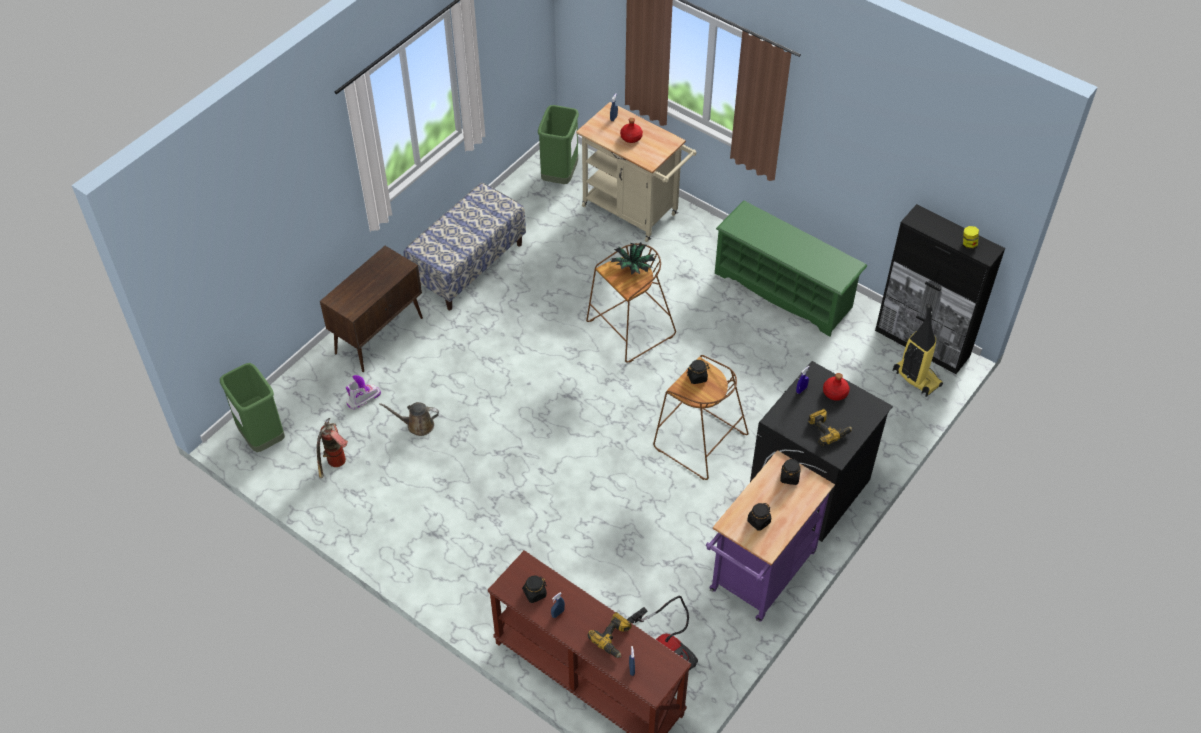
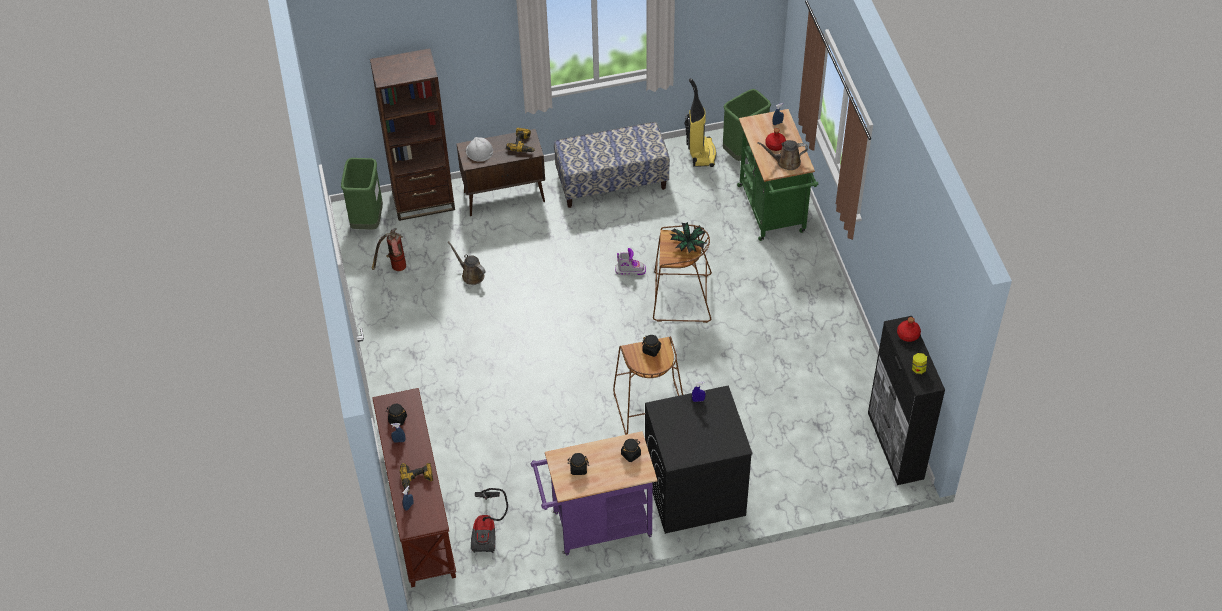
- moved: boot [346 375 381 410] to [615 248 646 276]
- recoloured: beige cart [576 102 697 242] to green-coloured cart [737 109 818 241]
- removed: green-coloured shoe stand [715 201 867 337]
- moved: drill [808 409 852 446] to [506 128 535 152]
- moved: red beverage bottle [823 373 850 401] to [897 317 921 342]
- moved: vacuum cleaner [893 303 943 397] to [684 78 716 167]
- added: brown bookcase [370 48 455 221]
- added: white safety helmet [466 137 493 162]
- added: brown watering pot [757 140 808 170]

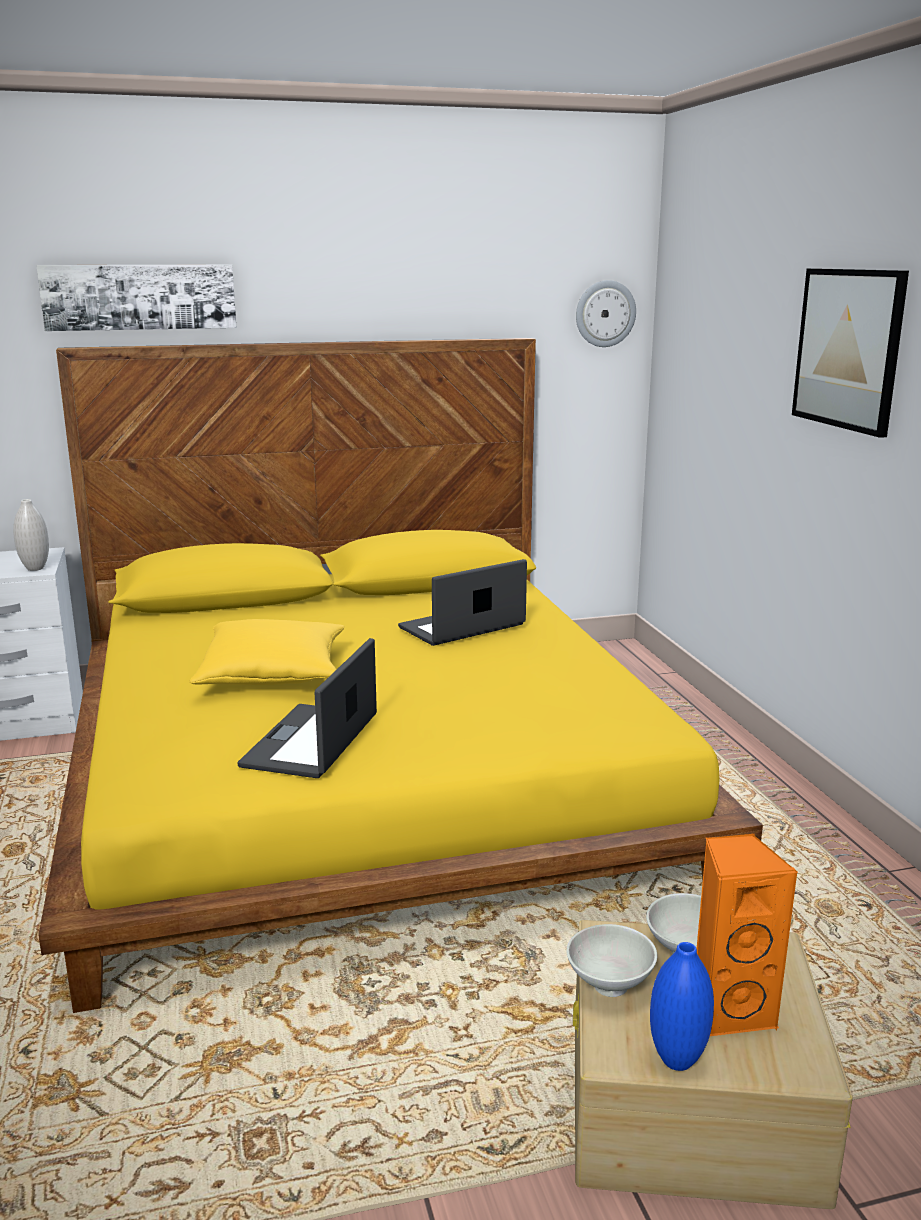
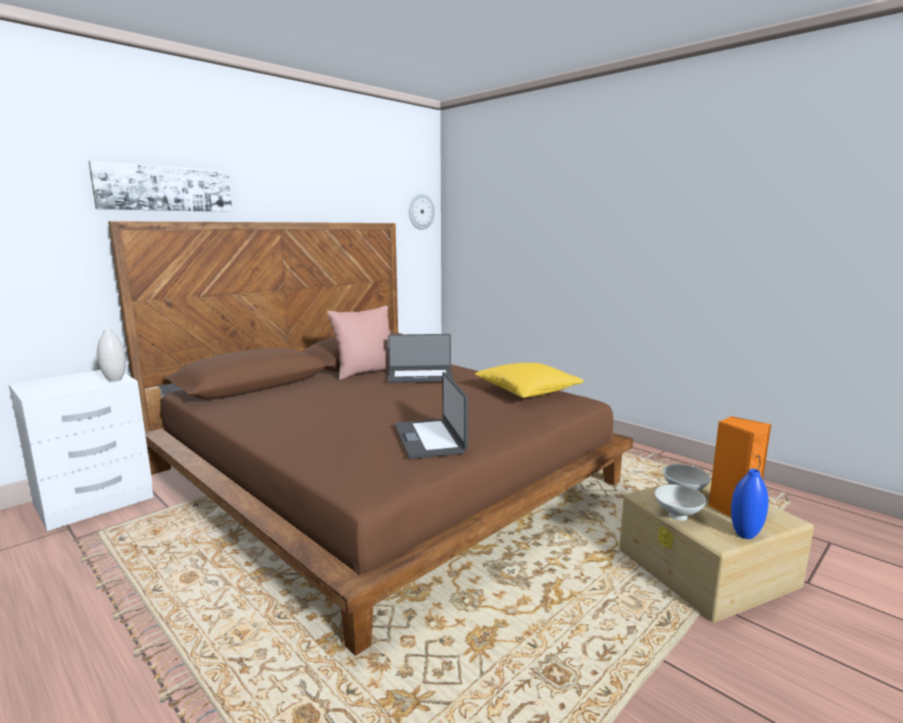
- recoloured: yellow-coloured bedroom bed [38 338 763 1013] to brown bedroom bed [108 221 633 656]
- moved: yellow-coloured cushion [189 619 345 685] to [475 363 584 398]
- turned: laptop [398 559 527 646] = [388 334 454 383] 120 degrees counterclockwise
- removed: picture [792 268 909 438]
- added: pinkish cushion [327 306 390 380]

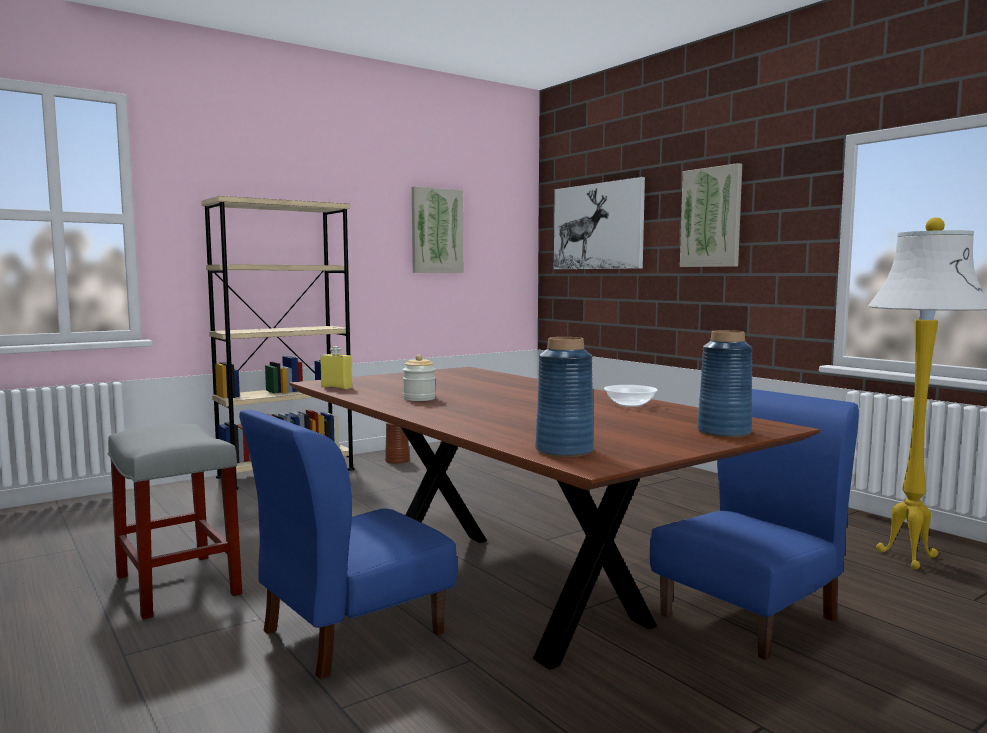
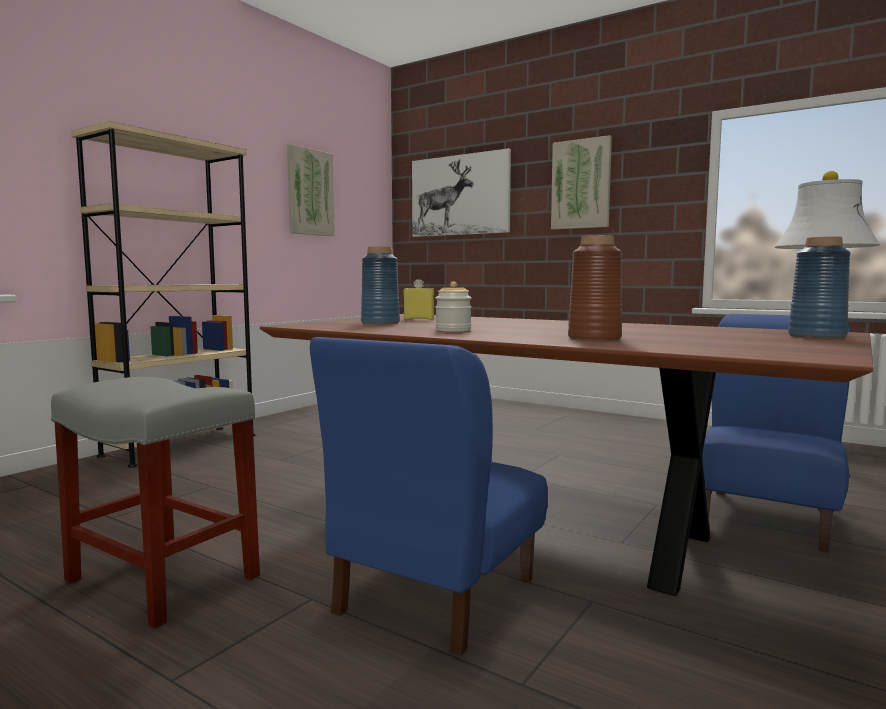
- moved: yellow-coloured beverage bottle [320 346 352 389] to [404 280 434 320]
- moved: brown flower vase [385 422 410 464] to [568 235 622 341]
- moved: blue flower vase [535 337 594 457] to [361 246 400 325]
- removed: bowl [604 385 658 407]

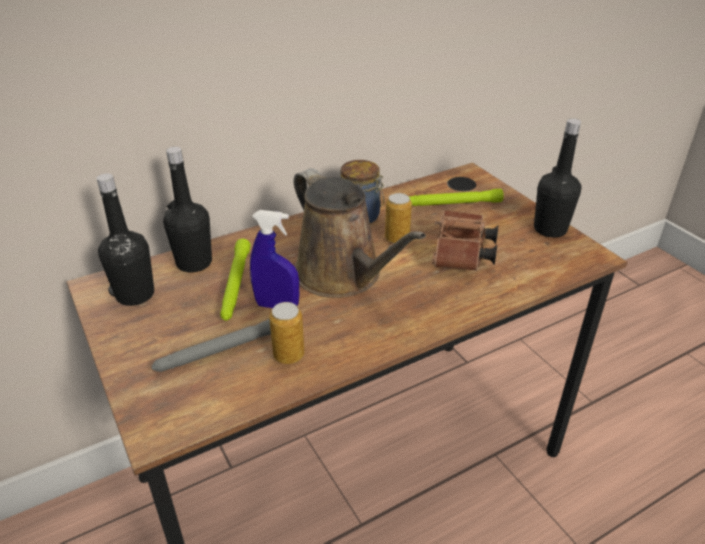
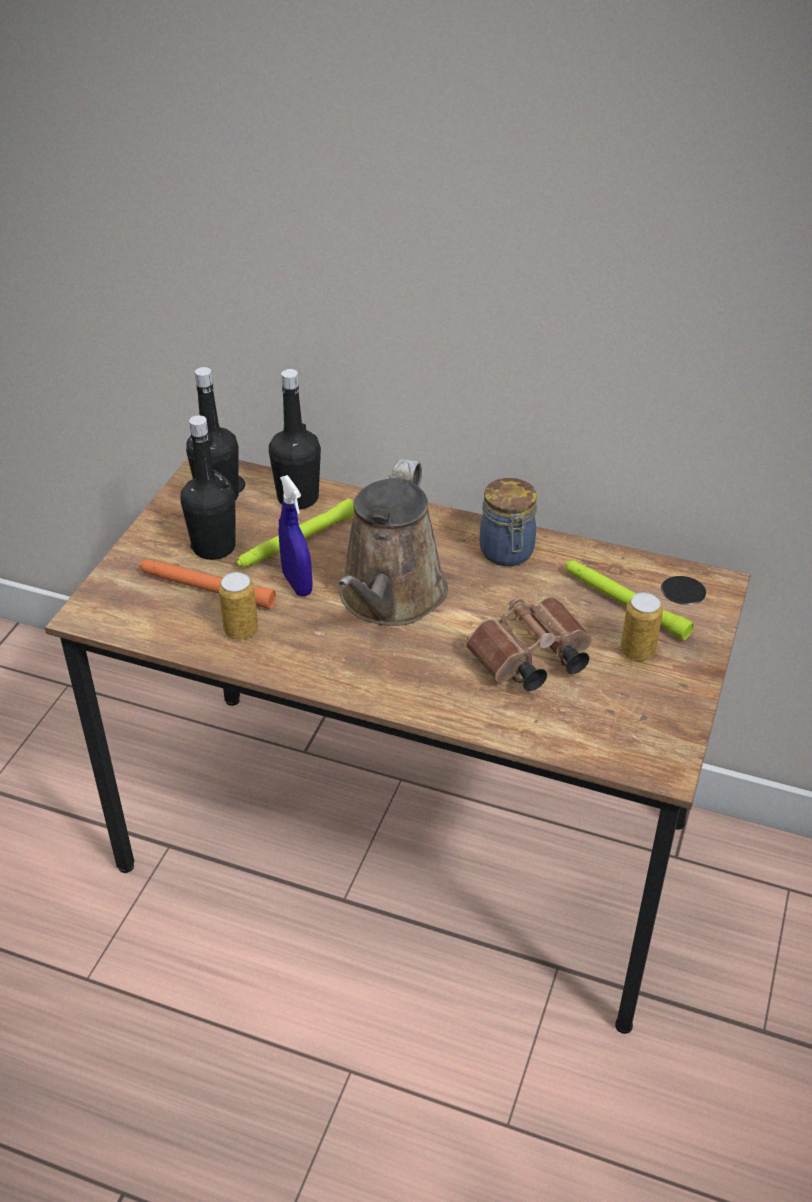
- recoloured: greyish torch [151 319 271 372] to orangey torch [139 560 276 609]
- moved: can [385 193 412 244] to [621 592 663 661]
- moved: blackish beverage bottle [534 118 581 238] to [181 415 236 560]

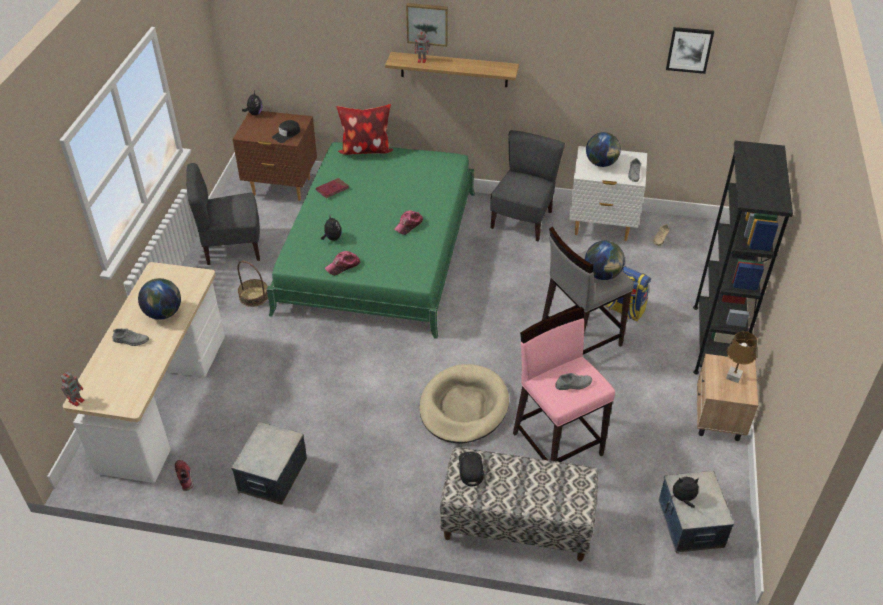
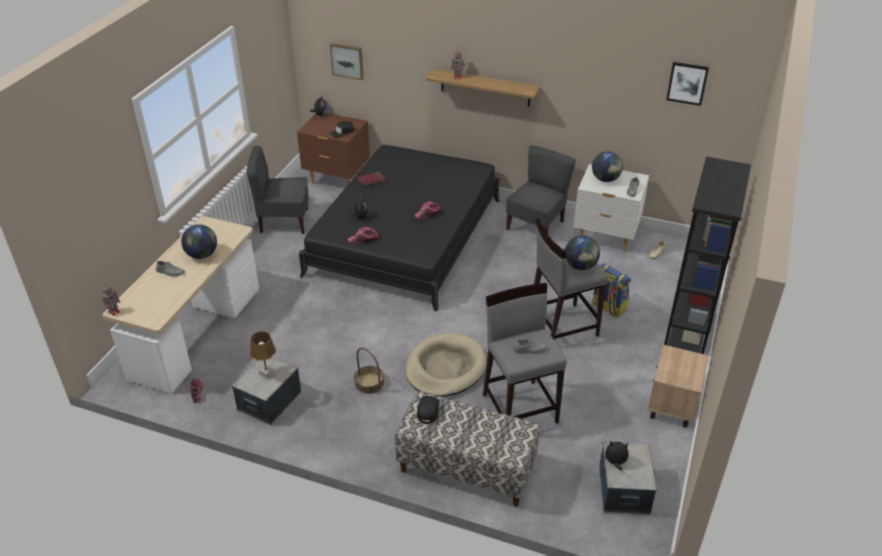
- moved: basket [237 261 268 307] to [354 348 384 394]
- recoloured: green-coloured bedroom bed [267 142 475 339] to blackish bedroom bed [299 145 500 311]
- removed: cushion [336 104 393 155]
- moved: picture [406 3 448 47] to [330 43 364 80]
- recoloured: pinkish stool seat [513 307 615 462] to greyish stool seat [483 283 567 424]
- moved: brown table lamp [726 331 757 383] to [250 331 276 379]

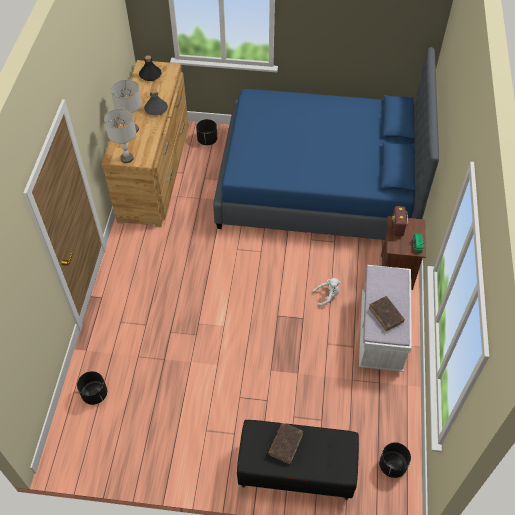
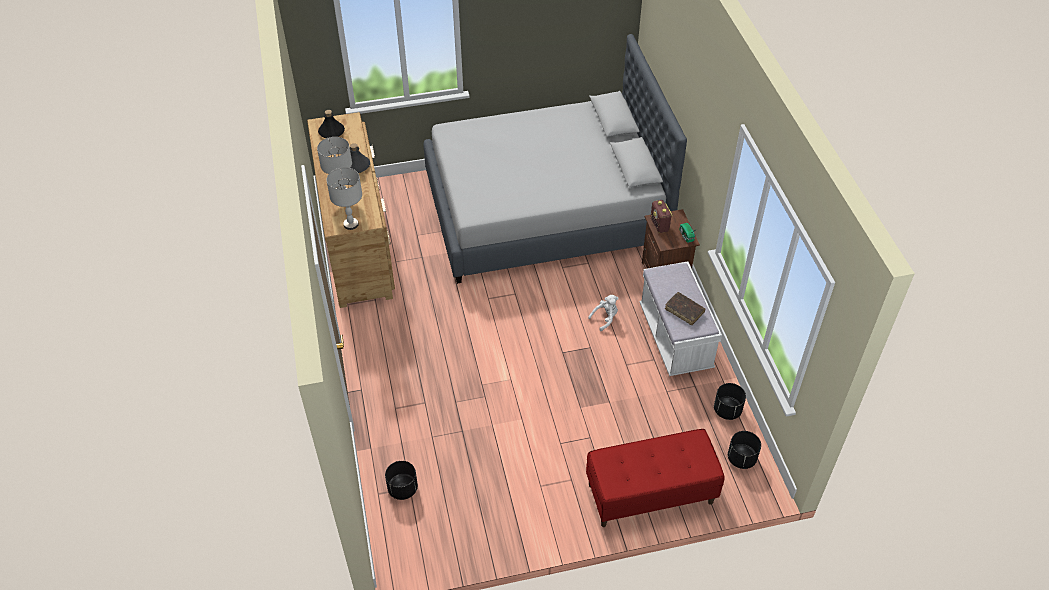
- moved: blackish plant pot [196 119 217 145] to [714 383 746 420]
- recoloured: blue bedroom bed [213 47 439 240] to greyish bedroom bed [423 34 687 284]
- recoloured: blackish indoor bench [237 420 359 500] to red indoor bench [586 429 725 527]
- removed: brown volume [268 423 303 464]

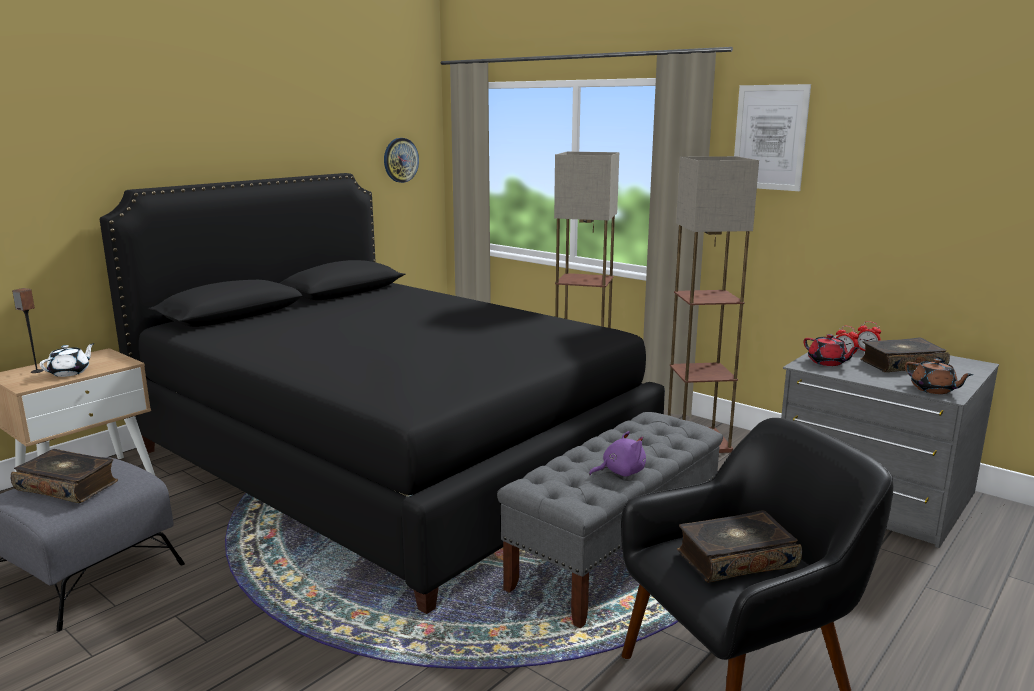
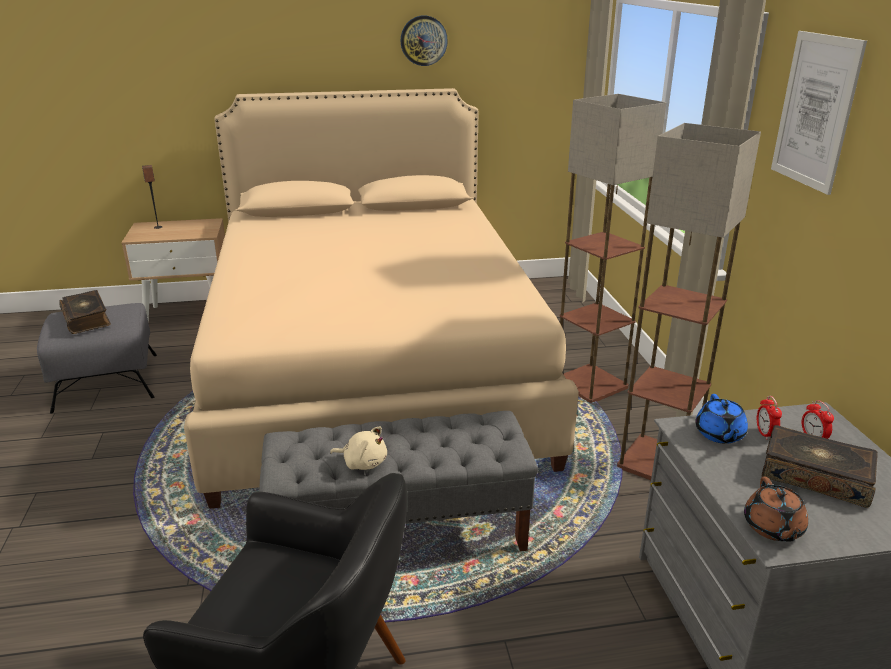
- removed: white tea pot [40 343 95 377]
- recoloured: blackish bedroom bed [100 173 665 614] to beige bedroom bed [184 88 579 509]
- moved: wall clock [384 138 419 183] to [400 15 448 66]
- recoloured: purple plush toy [589 431 646 477] to beige plush toy [330 427 387 470]
- removed: volume [677 510 802 583]
- recoloured: red tea pot [804 334 859 366] to blue tea pot [695 394 748 444]

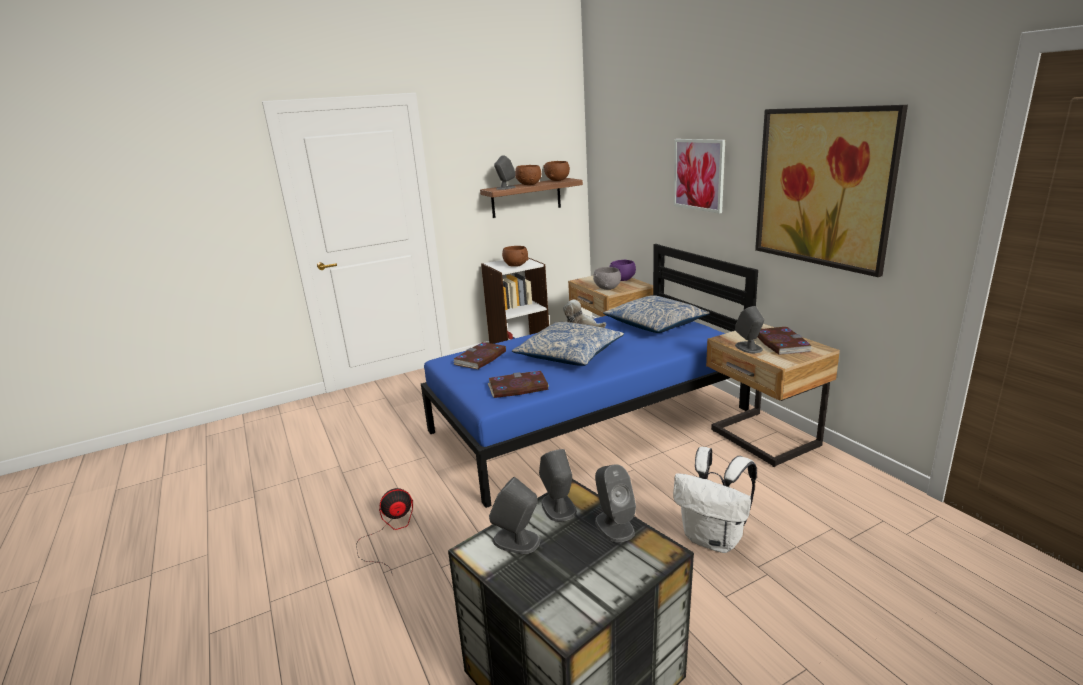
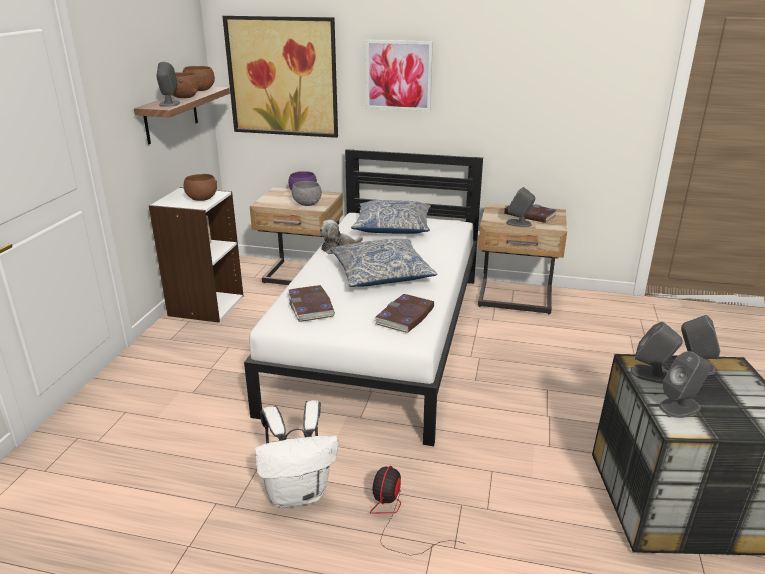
- recoloured: blue bedroom bed [421 244 758 508] to white bedroom bed [244 149 483 446]
- moved: white backpack [673 447 757 553] to [255 400 338 508]
- moved: picture [755 105 908 277] to [222 15 338 138]

